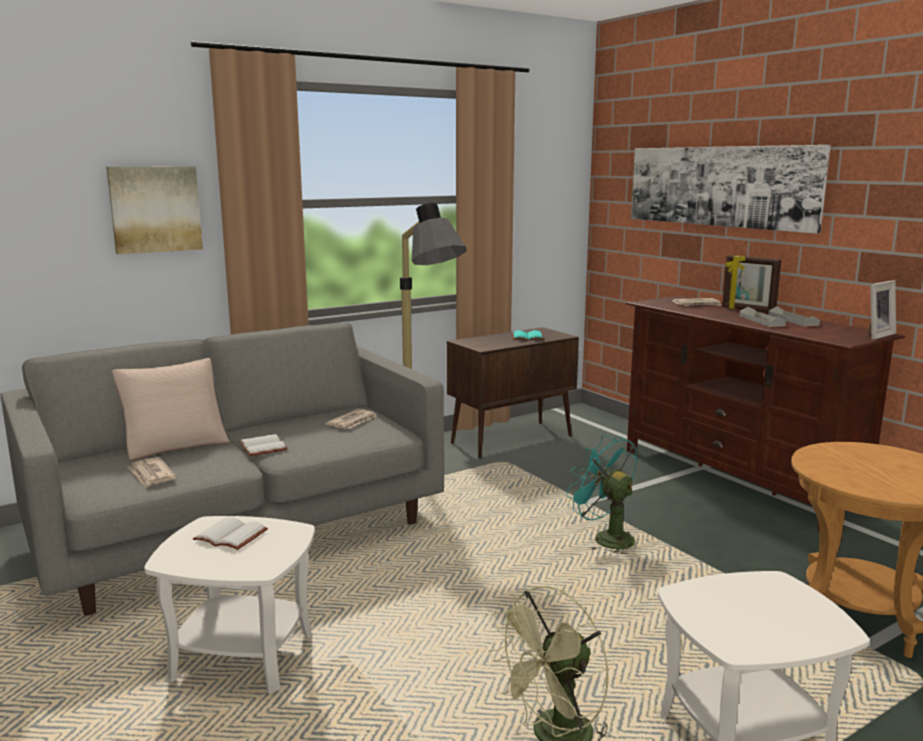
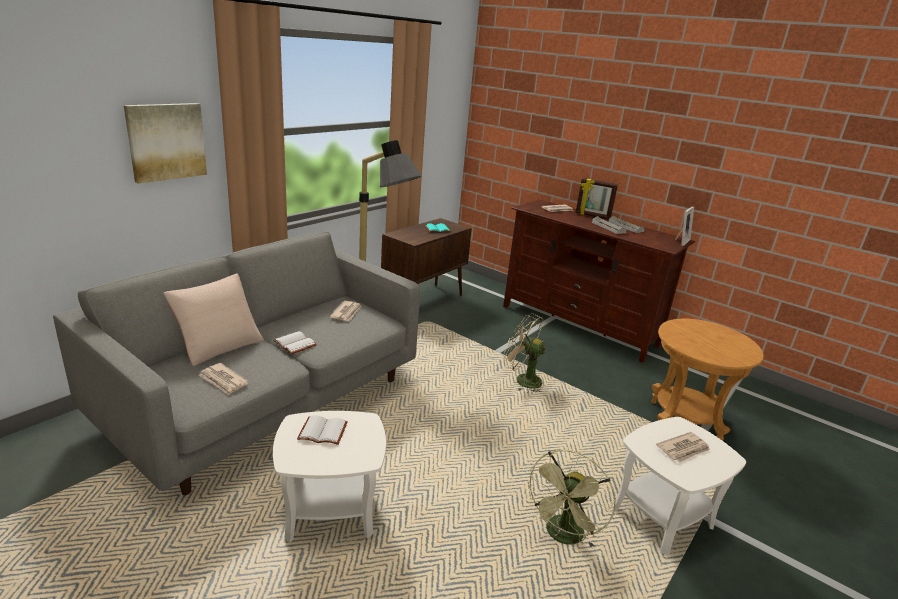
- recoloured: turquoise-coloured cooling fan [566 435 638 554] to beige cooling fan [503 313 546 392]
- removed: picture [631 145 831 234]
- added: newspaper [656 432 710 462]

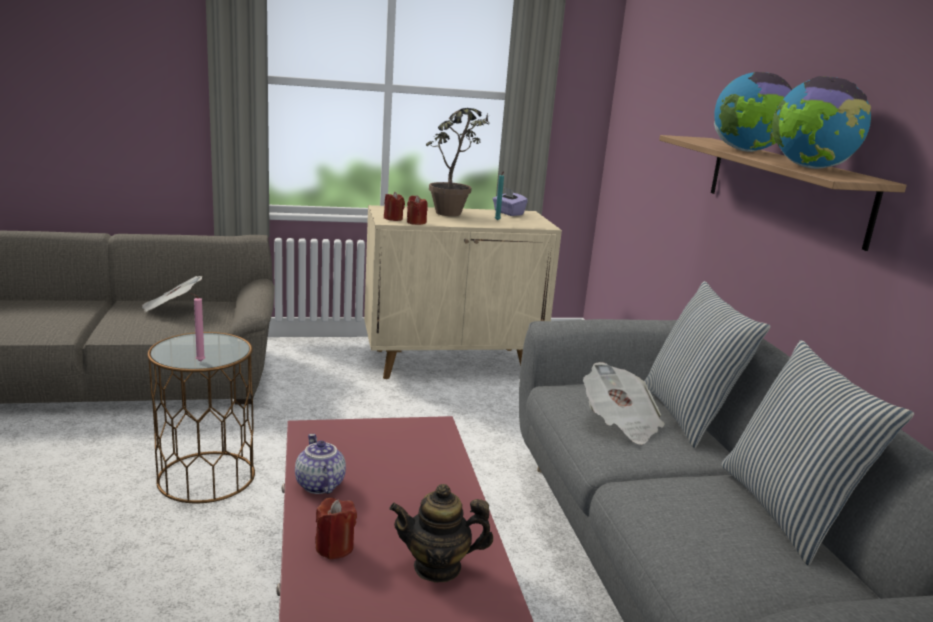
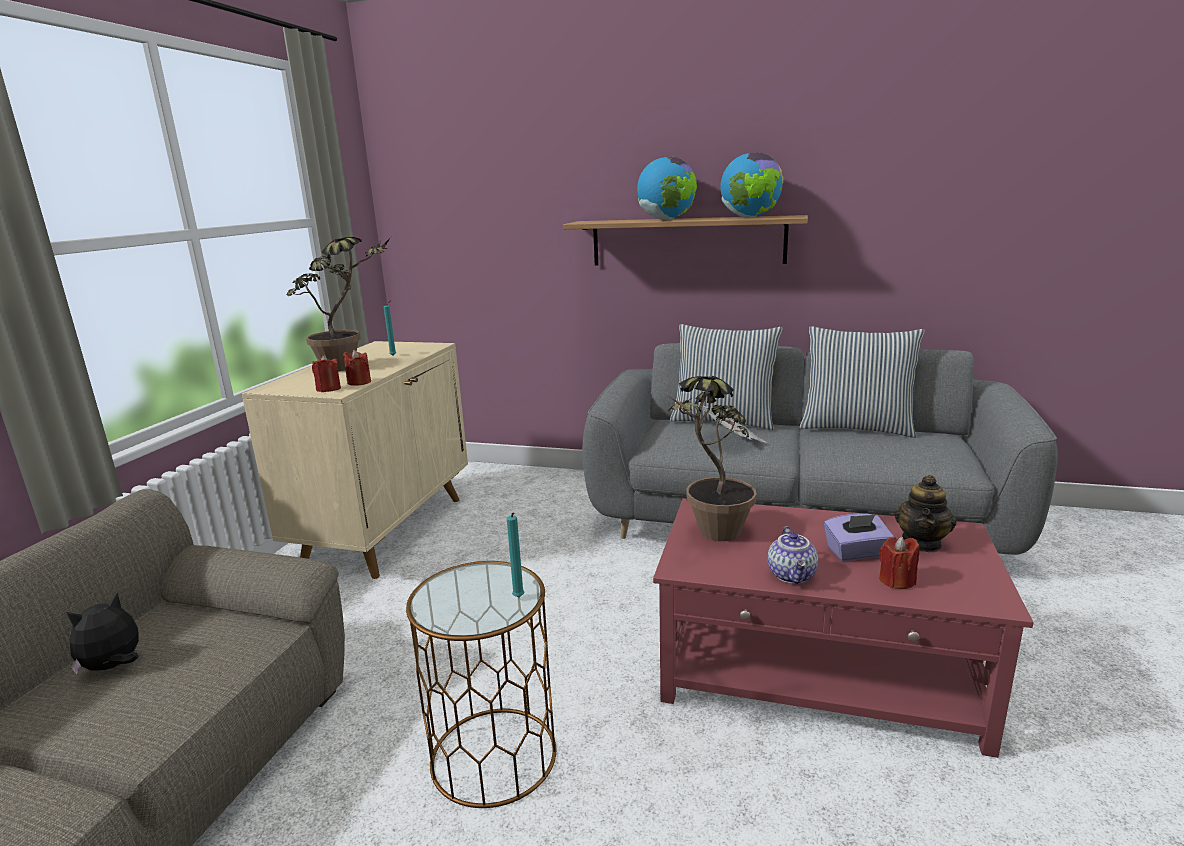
- replaced: newspaper [142 276 202 313] to plush toy [67 593 139 674]
- recoloured: pinkish candle [190 293 205 362] to turquoise-coloured candle [507 512 524 598]
- turned: tea pot [295 434 346 494] = [768 526 818 584] 90 degrees counterclockwise
- moved: purple tissue holder [493 187 528 216] to [824 514 894 561]
- added: houseplant [666 376 757 541]

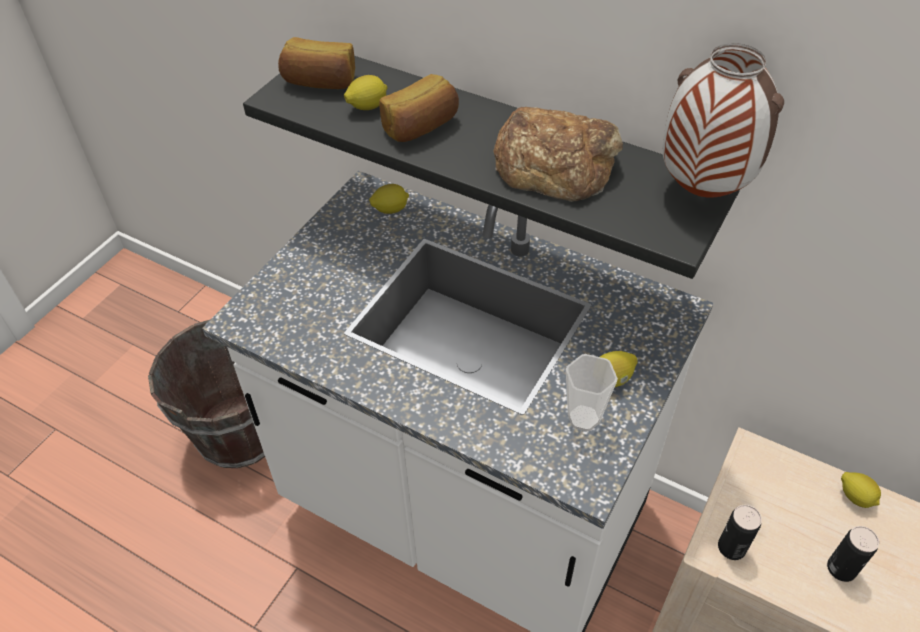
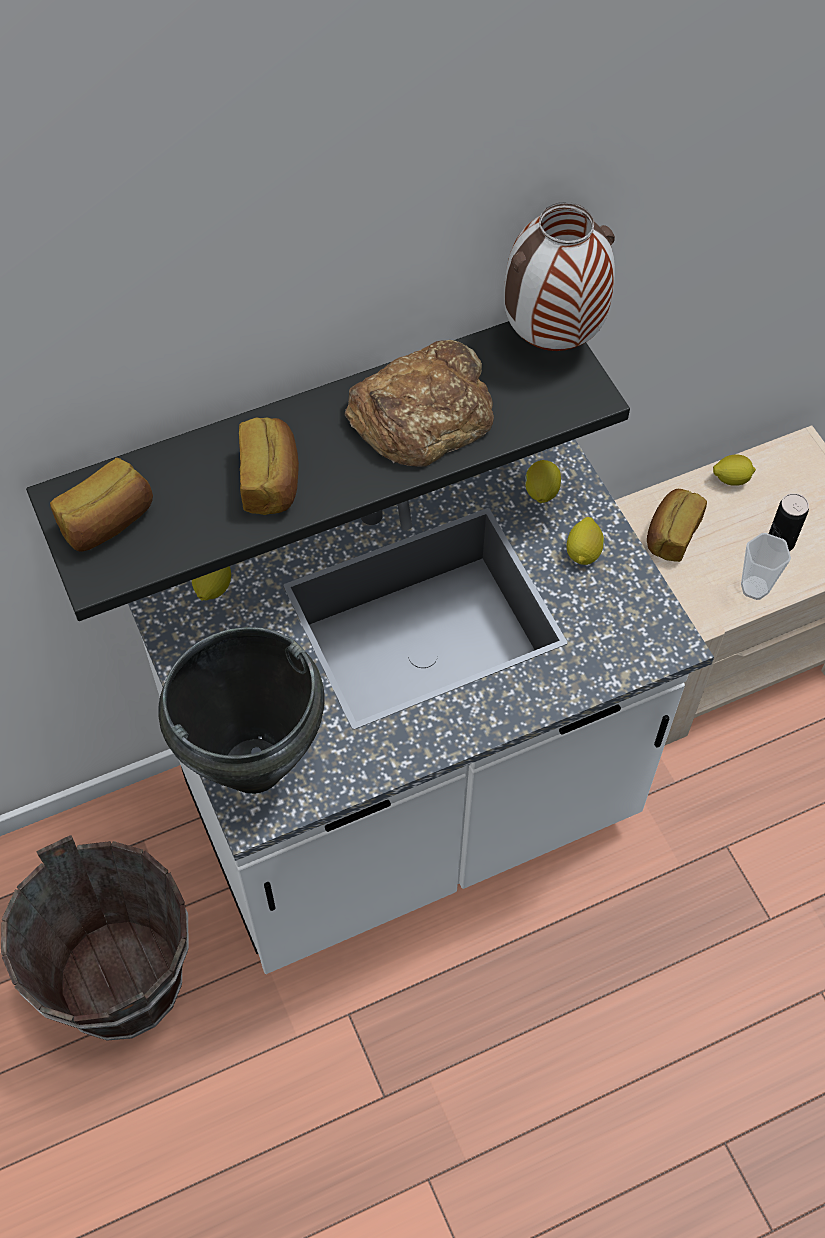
- moved: lemon [344 75 387 110] to [525 460 561 503]
- moved: cup [566 354 618 431] to [741 533 791 600]
- removed: can [718 505 762 560]
- added: blackish cooking pot [158 627 325 794]
- added: bread [647 489 707 562]

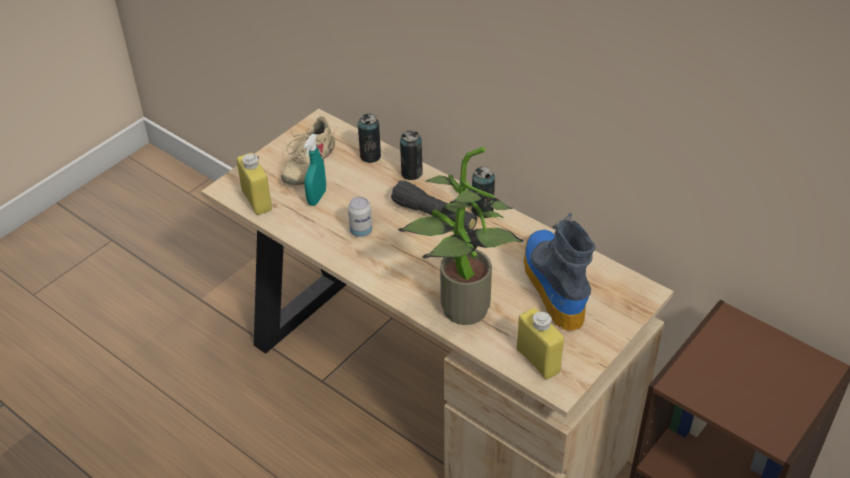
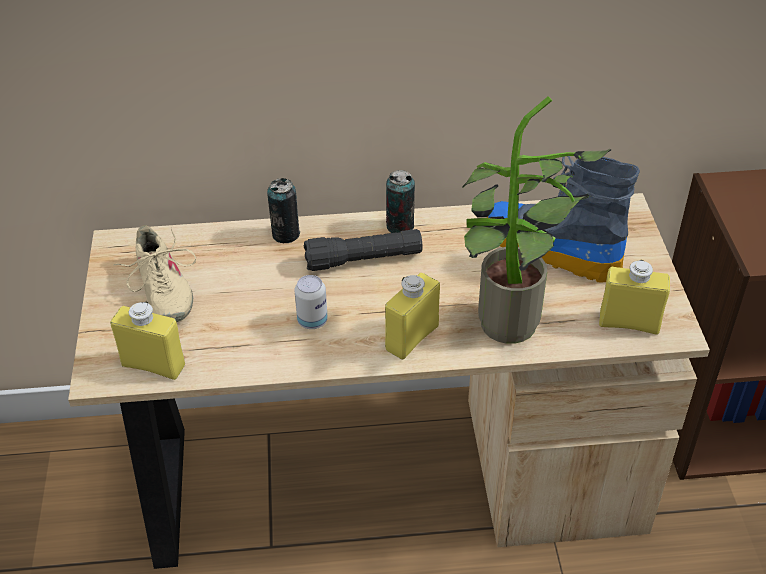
- removed: turquoise-coloured hand sprayer [303 134 326 206]
- removed: can [358 114 381 163]
- added: yellow-coloured beverage bottle [385 273 440 359]

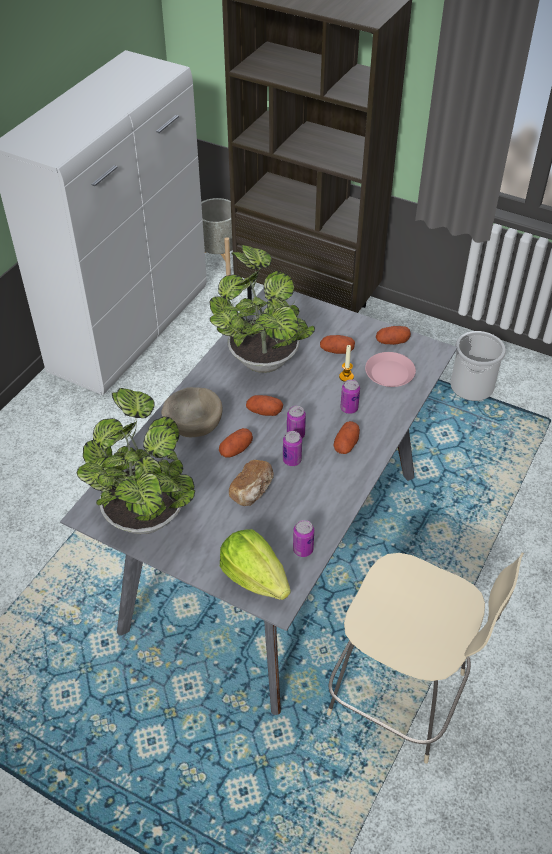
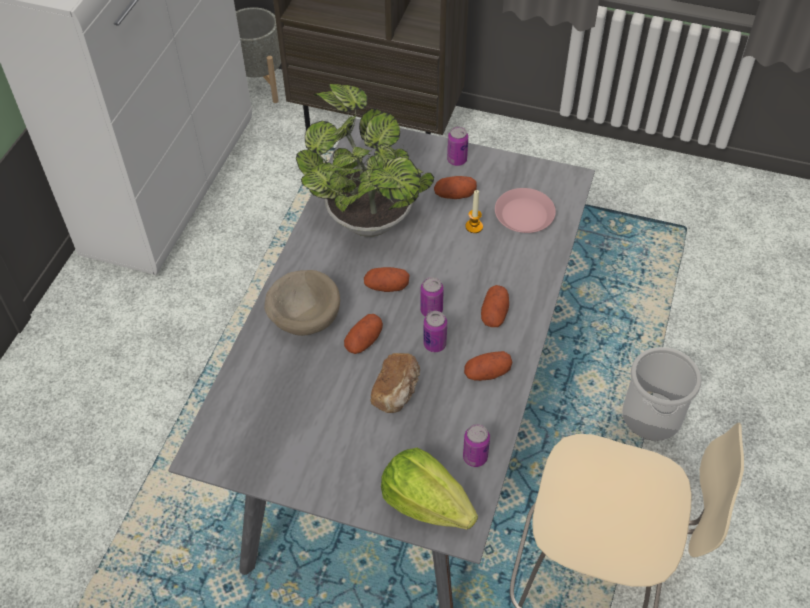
- removed: houseplant [76 388 195 534]
- moved: can [340 379 360 414] to [447 127 468 166]
- moved: spud [376 326 411 345] to [464 351 512 381]
- moved: pail [451 331 506 401] to [622 347 701 441]

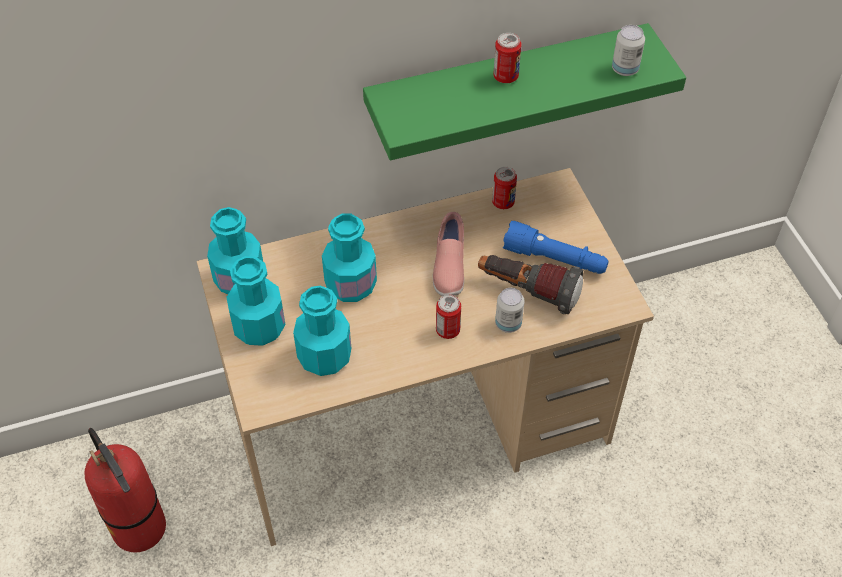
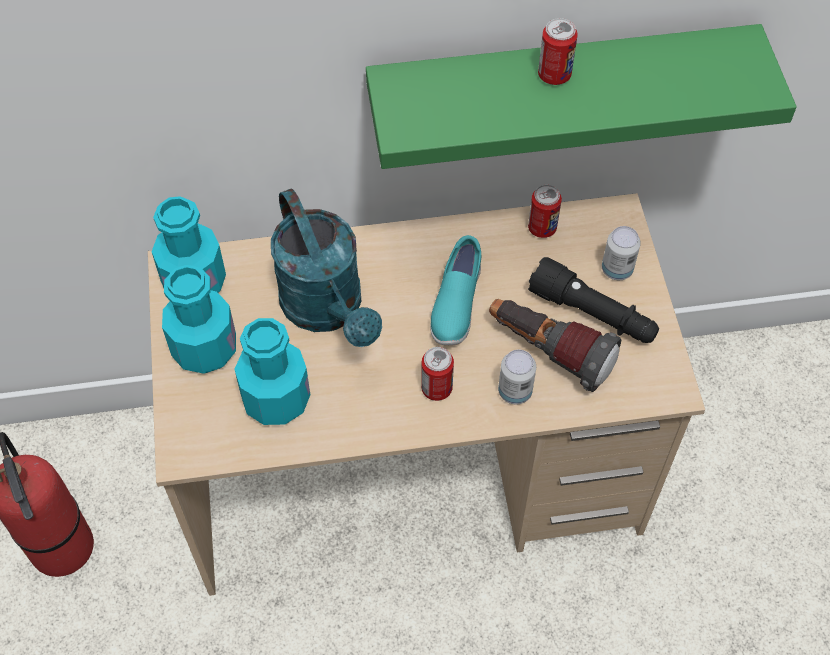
- replaced: turquoise-coloured beverage bottle [322 213 377 302] to turquoise-coloured watering pot [271 189 382 347]
- recoloured: pinkish item of footwear [433 212 464 296] to turquoise-coloured item of footwear [430 235 481 345]
- recoloured: blue torch [503 221 609 274] to blackish torch [528 257 659 343]
- moved: can [612 25 645 76] to [602 226 641 280]

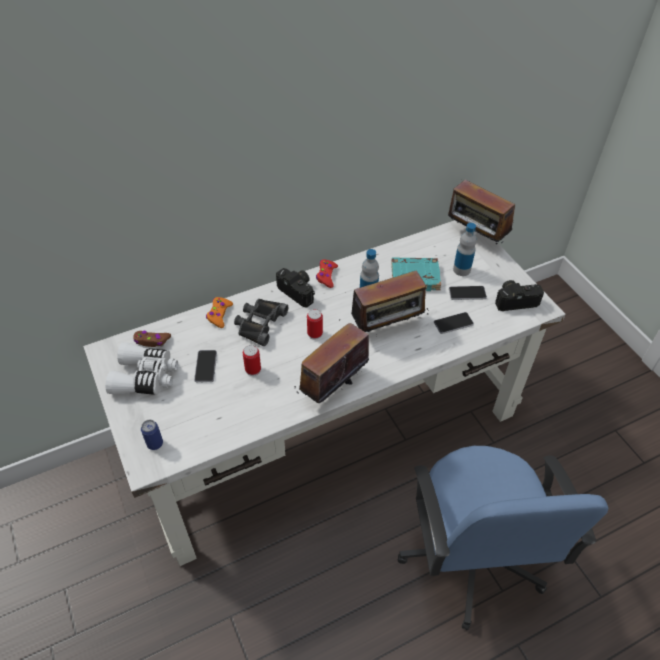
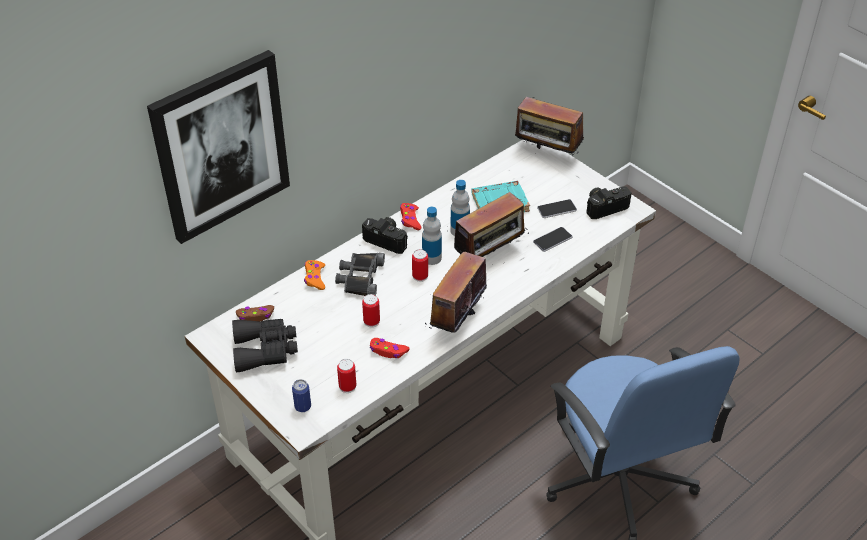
- recoloured: white field glasses [105 342 178 395] to blackish field glasses [232 319 298 373]
- removed: telephone [194 350 217 382]
- moved: beverage bottle [453 223 477 276] to [422 207 442 265]
- added: picture [147 50 290 244]
- added: can [337 359 356 393]
- added: red game controller [370 338 410 358]

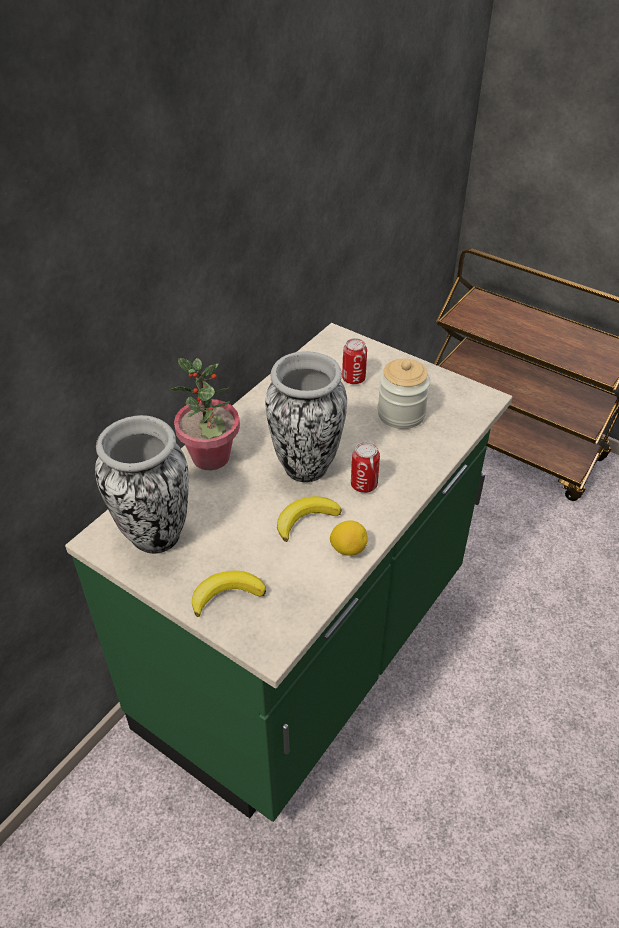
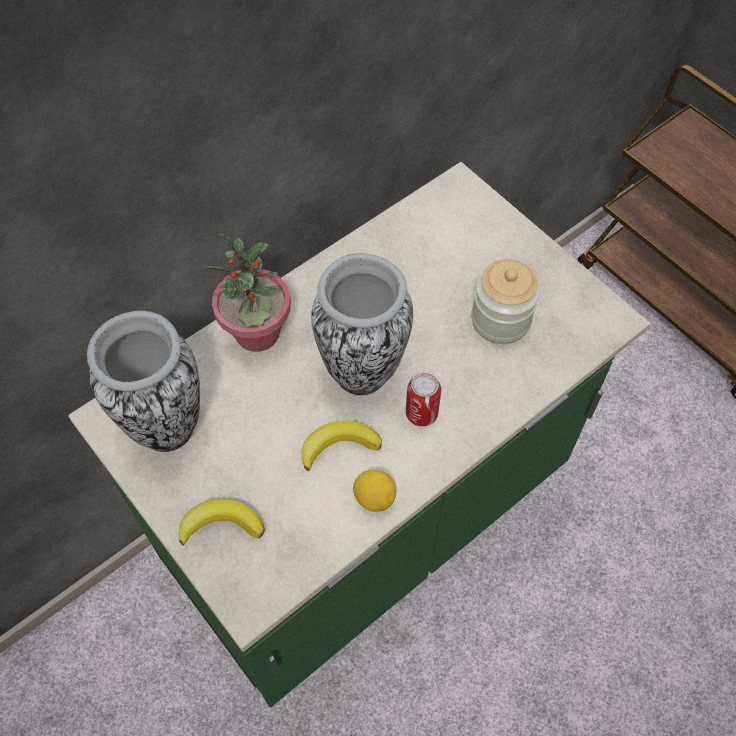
- removed: can [342 338 367 384]

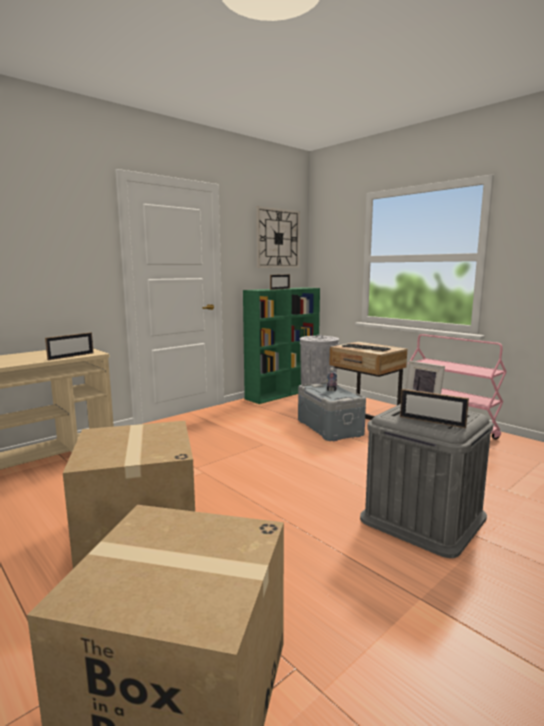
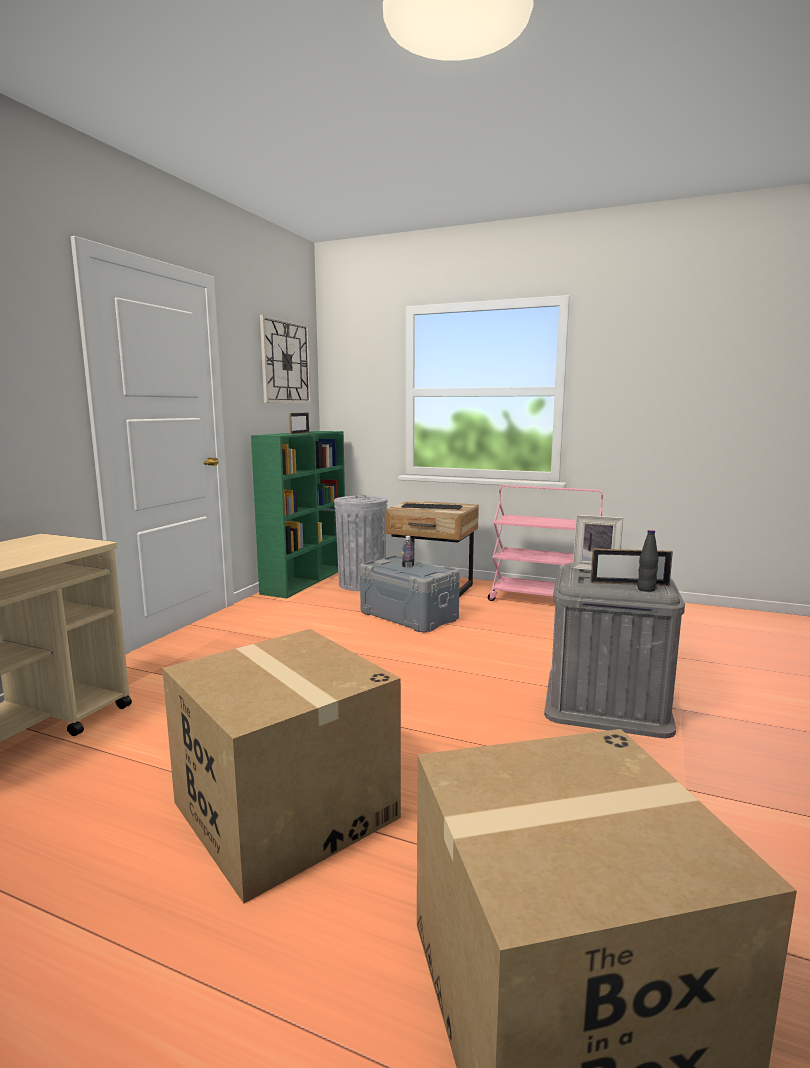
- removed: standing frame [45 332 94 360]
- added: blackish beverage bottle [638 530 658 592]

